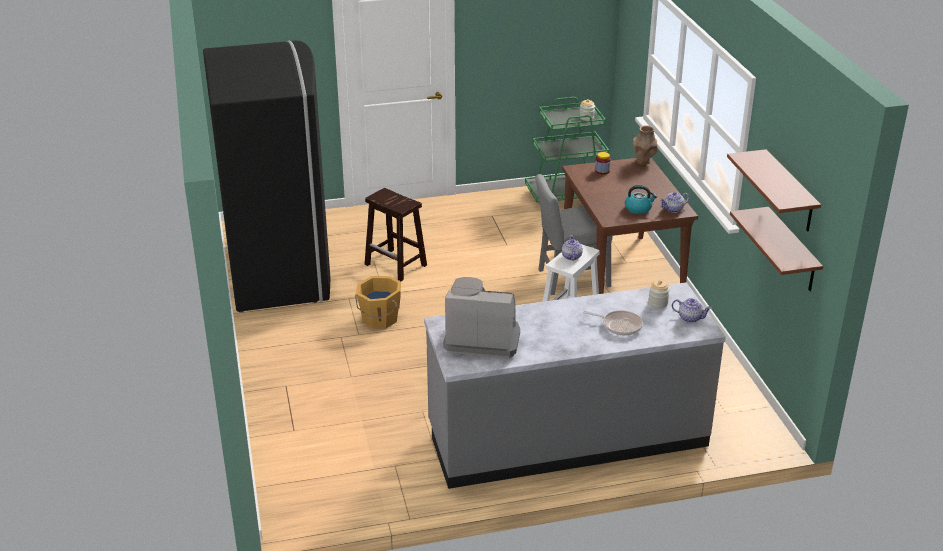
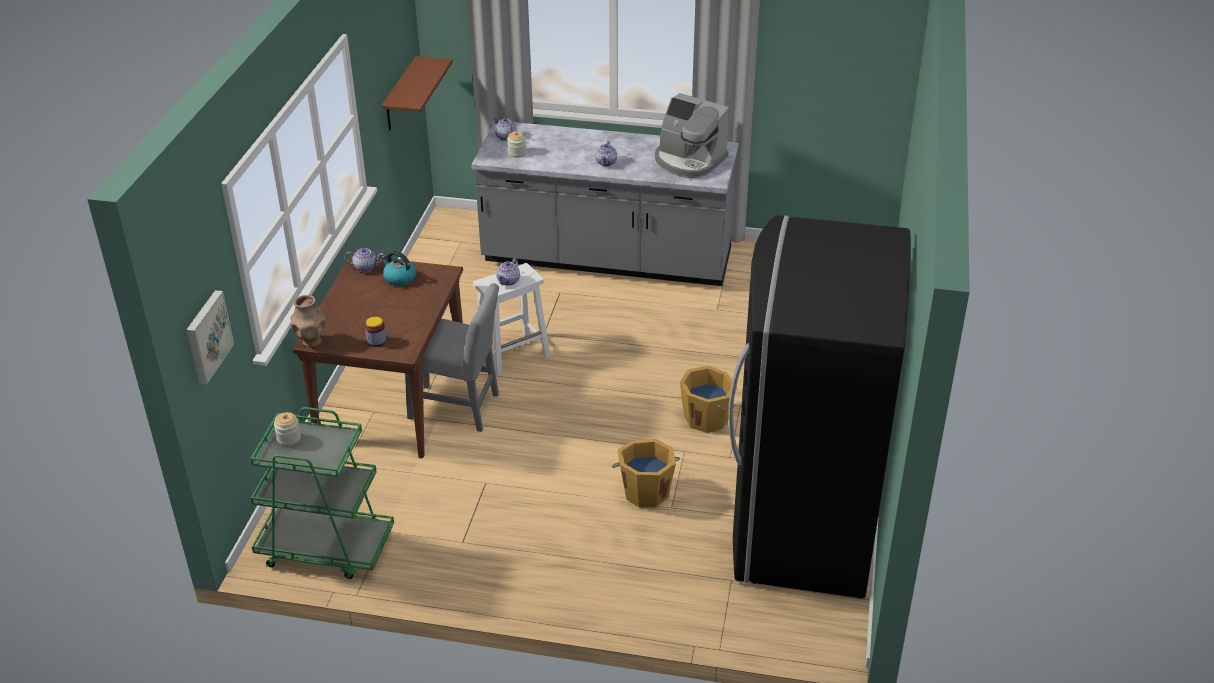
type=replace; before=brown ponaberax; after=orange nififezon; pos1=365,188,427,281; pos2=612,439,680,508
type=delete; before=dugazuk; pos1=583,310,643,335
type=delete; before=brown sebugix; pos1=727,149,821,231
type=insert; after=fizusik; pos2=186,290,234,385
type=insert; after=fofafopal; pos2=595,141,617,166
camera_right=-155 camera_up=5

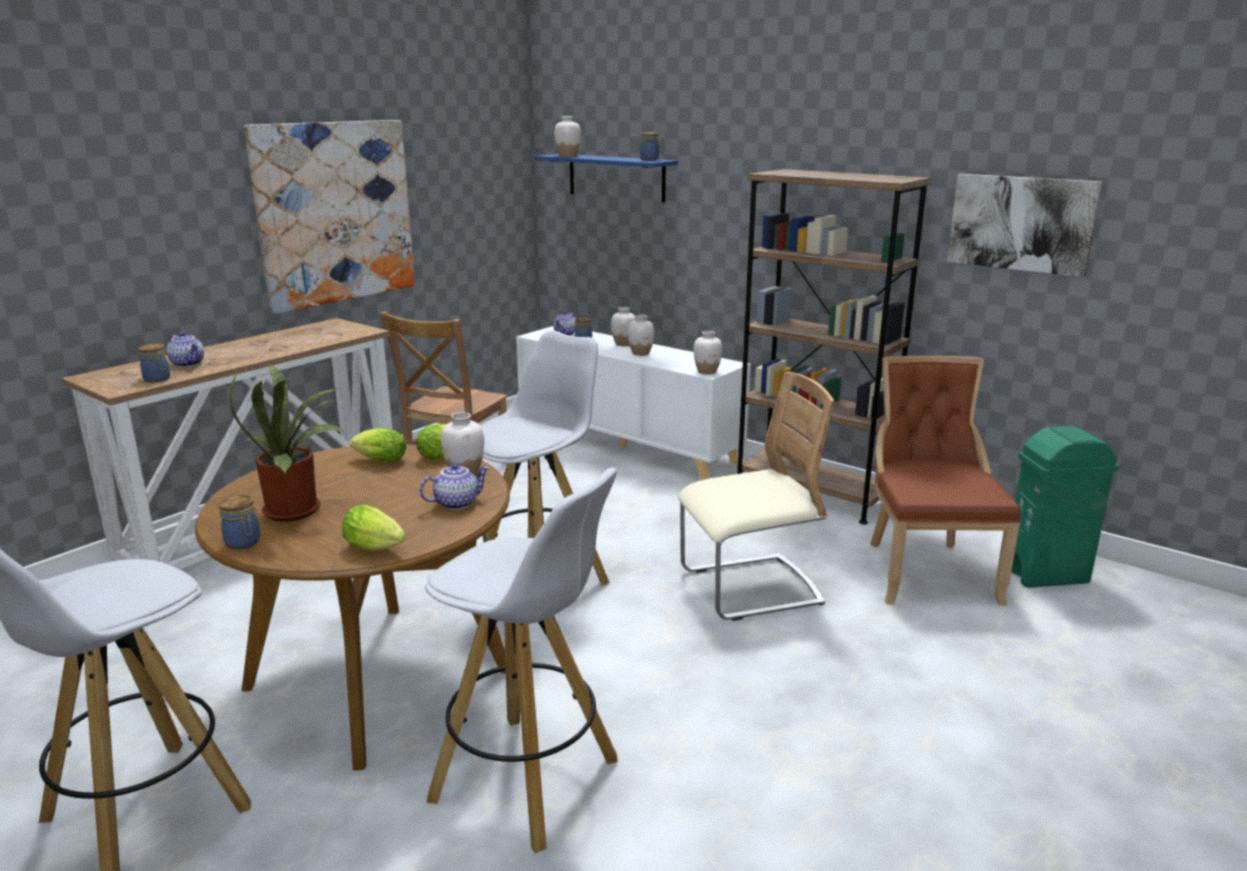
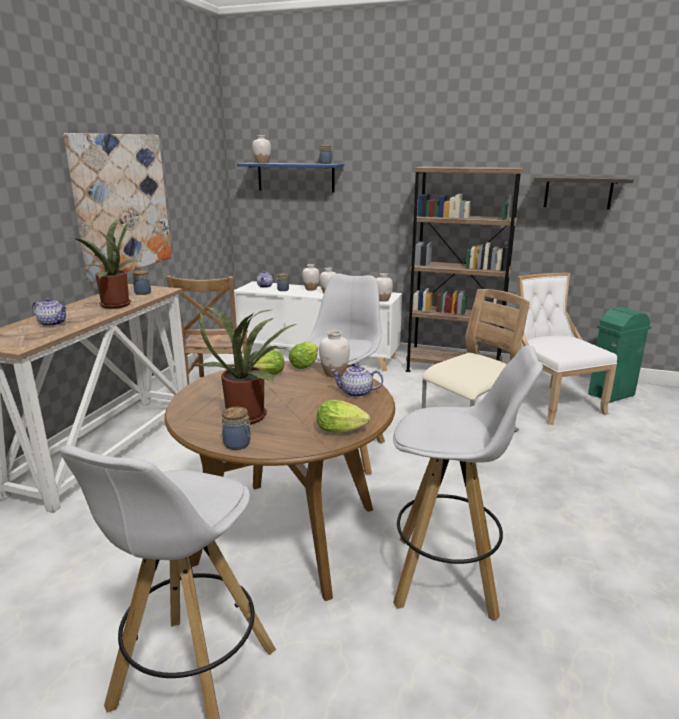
type=move; before=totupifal; pos1=138,344,170,382; pos2=132,271,152,295
type=rotate; before=fofafopal; pos1=419,463,490,510; pos2=330,364,383,398; turn=-120
type=recolor; before=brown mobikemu; after=white mobikemu; pos1=870,356,1021,606; pos2=517,273,617,425
type=replace; before=fizusik; after=sebugix; pos1=947,174,1103,277; pos2=535,176,634,209
type=insert; after=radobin; pos2=71,218,137,309
camera_right=-20 camera_up=0

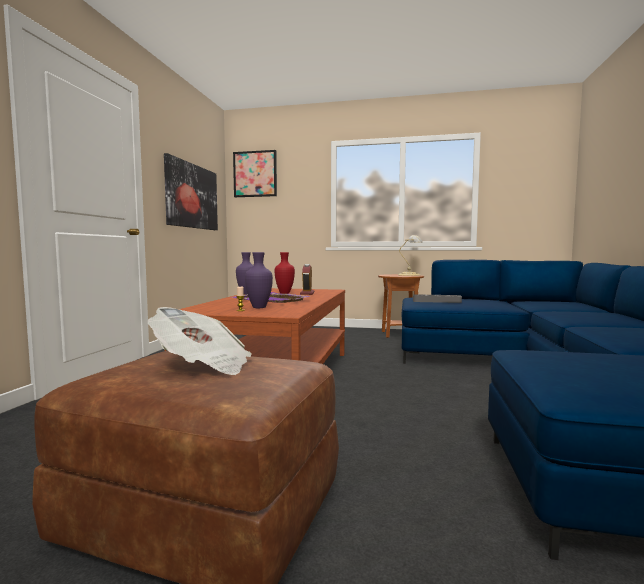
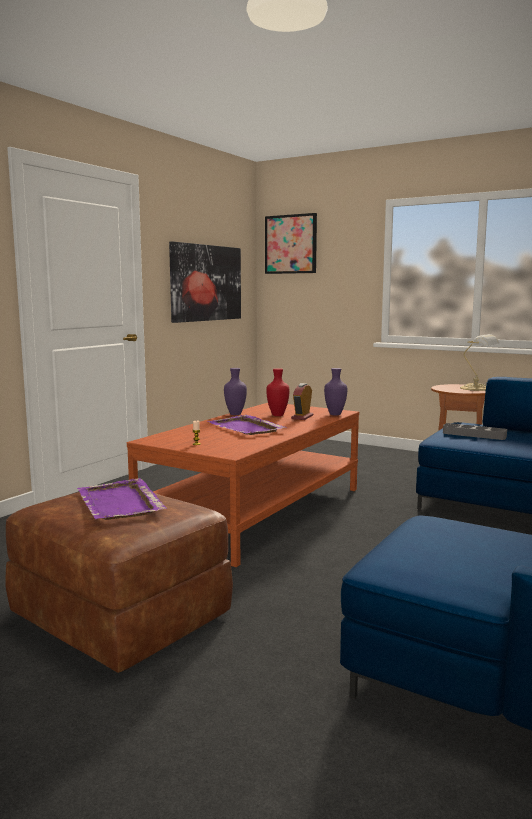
type=replace; before=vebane; after=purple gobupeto; pos1=148,307,251,375; pos2=77,478,167,520
type=move; before=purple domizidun; pos1=245,252,273,308; pos2=324,368,347,415
camera_right=20 camera_up=5

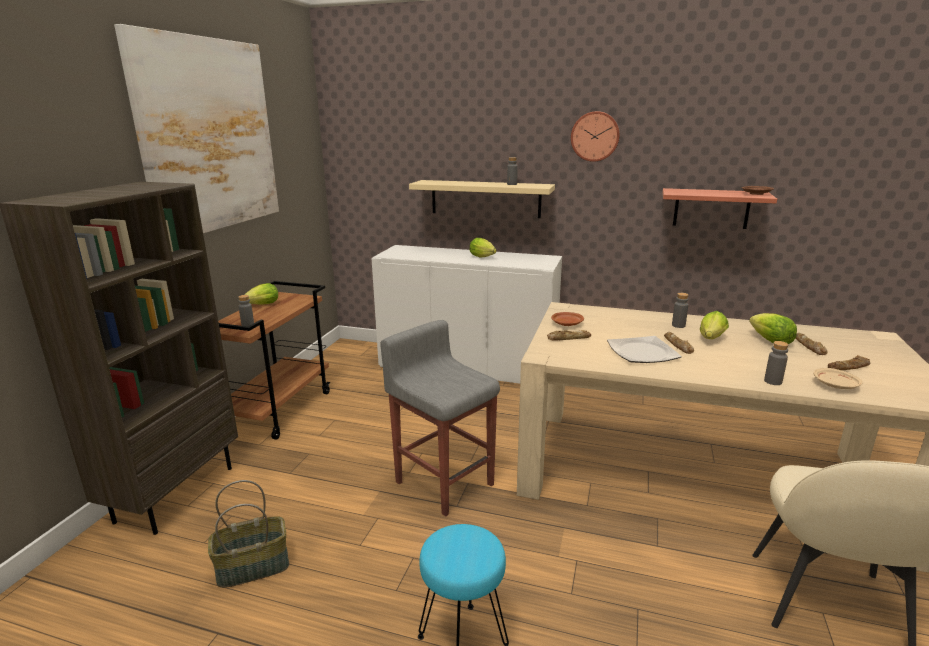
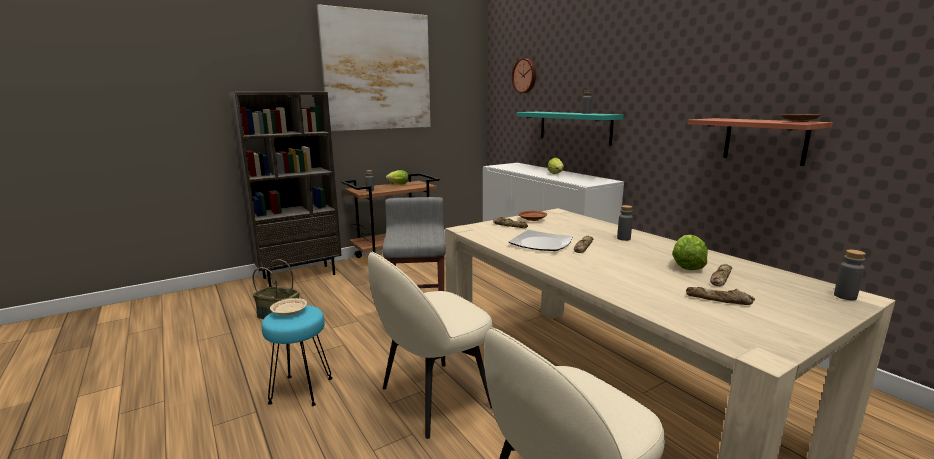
type=recolor; before=beige sebugix; after=turquoise sebugix; pos1=409,180,555,218; pos2=516,112,623,146
type=move; before=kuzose; pos1=571,111,620,162; pos2=512,58,536,93
type=delete; before=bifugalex; pos1=700,311,729,339
type=move; before=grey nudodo; pos1=764,341,789,385; pos2=834,250,866,300
type=move; before=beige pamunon; pos1=813,368,863,389; pos2=270,298,307,316
type=insert; after=beige mobikemu; pos2=368,251,493,439
camera_right=40 camera_up=-5

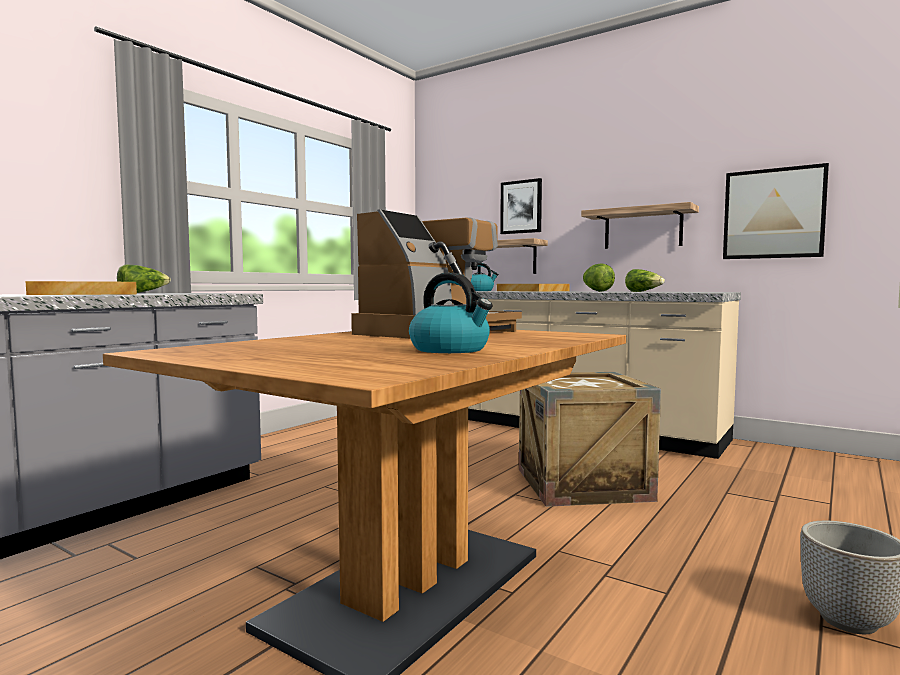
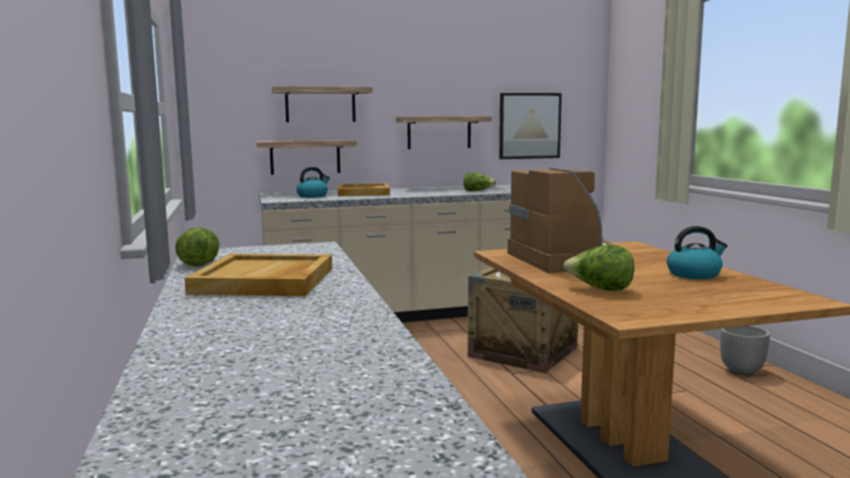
type=replace; before=fizusik; after=sebugix; pos1=500,178,542,234; pos2=272,86,373,122
type=move; before=bifugalex; pos1=583,264,615,292; pos2=564,244,635,291
camera_right=-50 camera_up=5

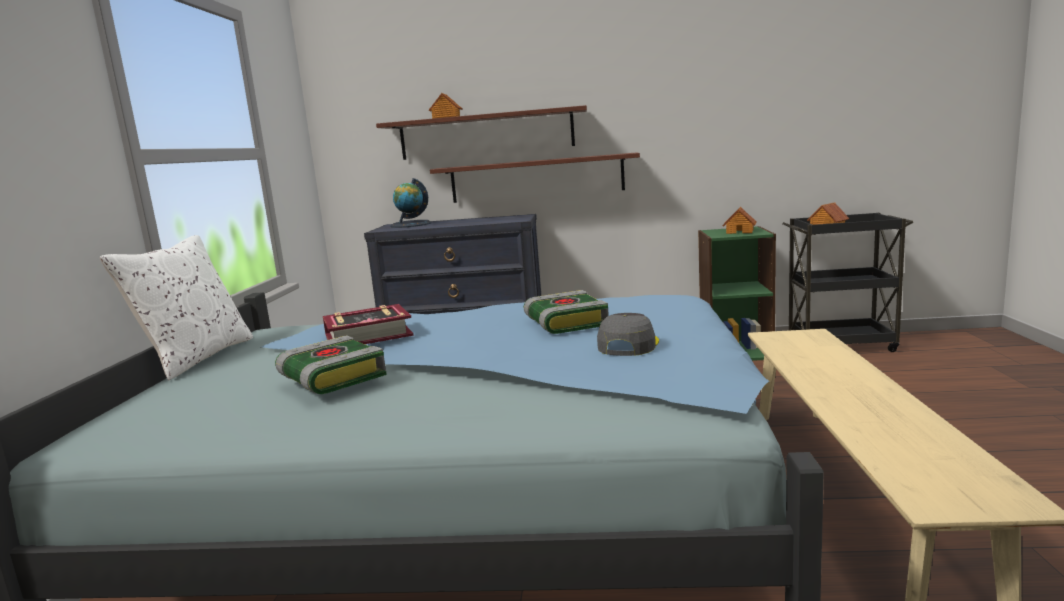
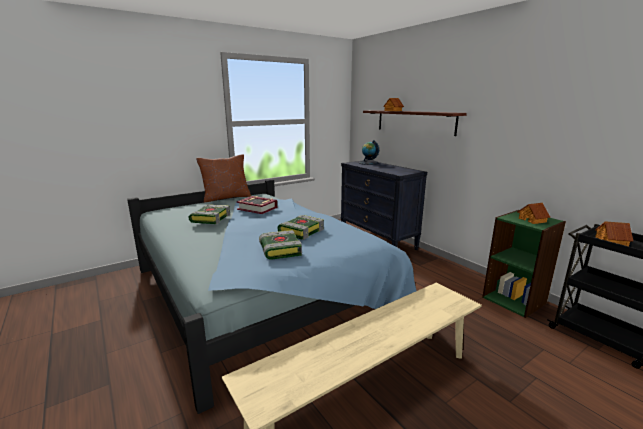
type=recolor; before=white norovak; after=brown norovak; pos1=100,235,253,381; pos2=196,155,251,203
type=delete; before=sebugix; pos1=430,152,640,203
type=replace; before=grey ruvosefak; after=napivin; pos1=597,313,659,356; pos2=259,230,302,260
camera_right=50 camera_up=5

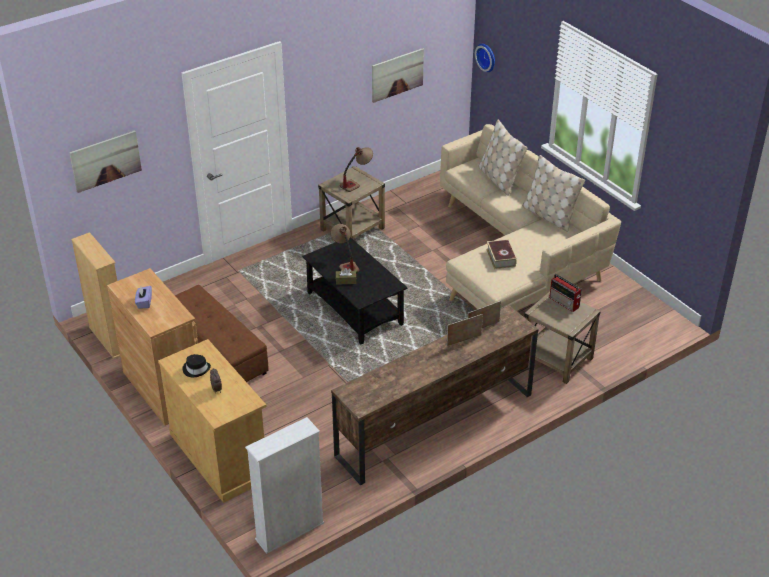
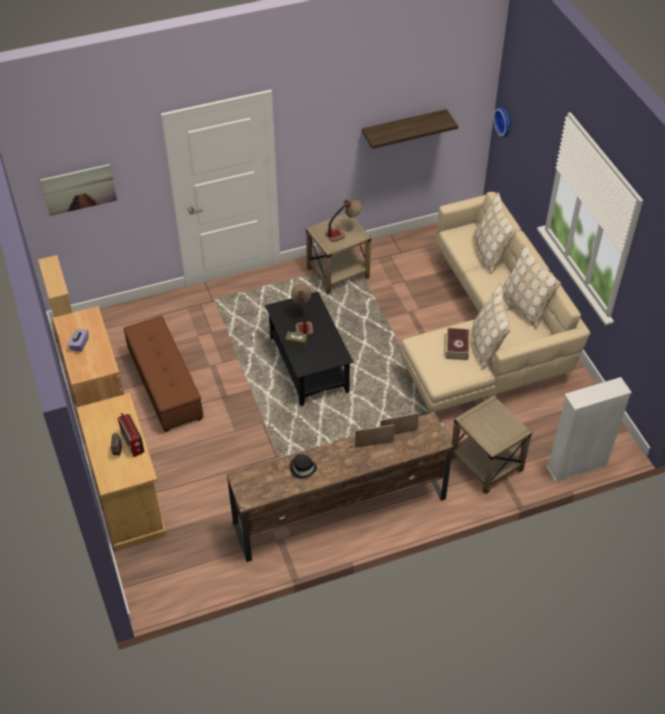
type=move; before=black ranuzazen; pos1=182,354,211,377; pos2=289,454,317,478
type=move; before=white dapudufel; pos1=245,417,324,554; pos2=546,377,632,482
type=replace; before=fizusik; after=sebugix; pos1=372,48,424,103; pos2=362,109,458,149
type=move; before=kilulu; pos1=549,274,582,312; pos2=118,413,145,457
type=insert; after=beige norovak; pos2=473,283,511,369
camera_right=15 camera_up=10

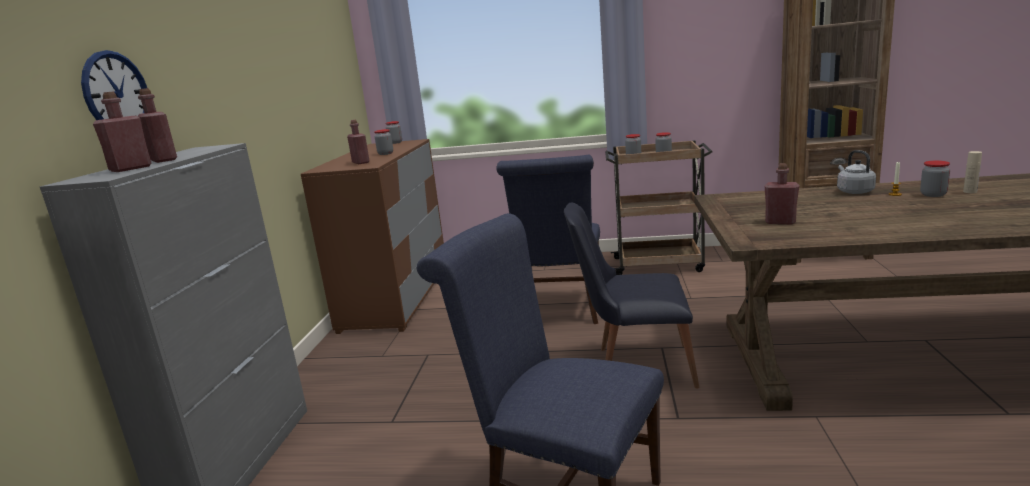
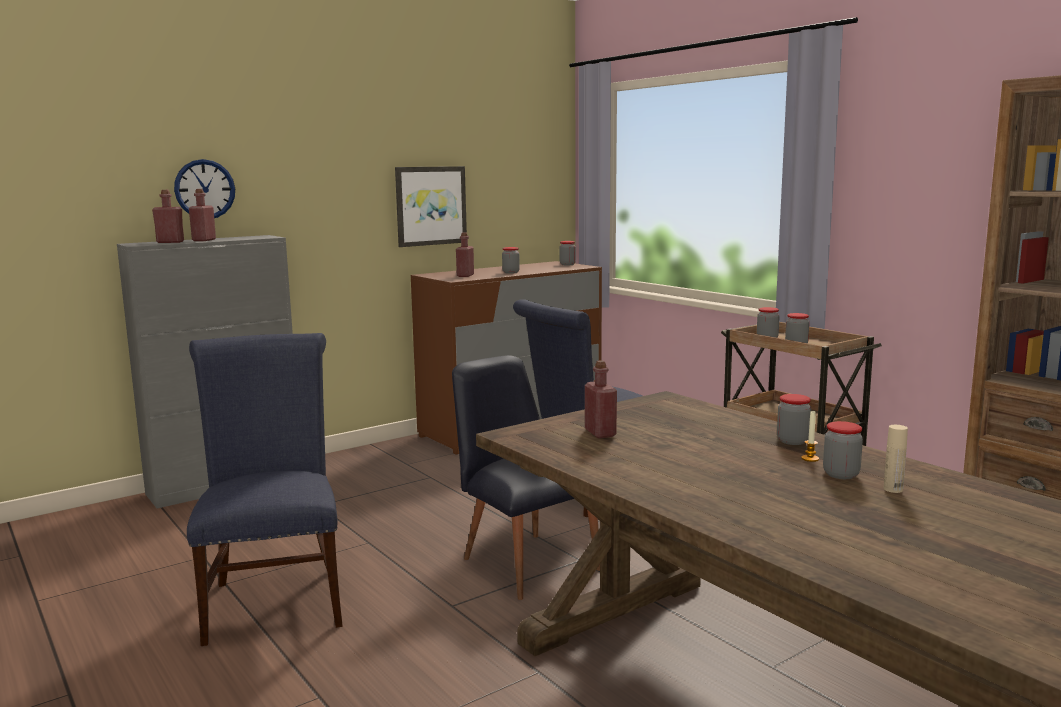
type=replace; before=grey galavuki; after=totupifal; pos1=837,150,876,194; pos2=777,394,811,445
type=insert; after=fizusik; pos2=395,166,467,247
camera_right=45 camera_up=-5

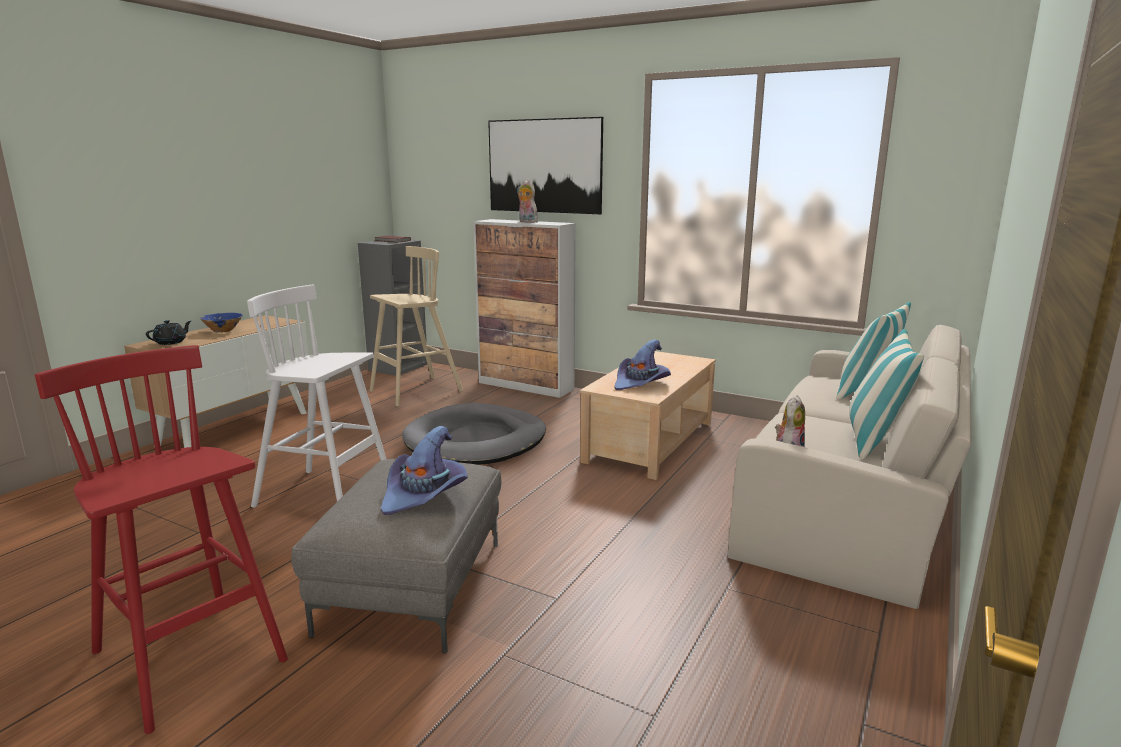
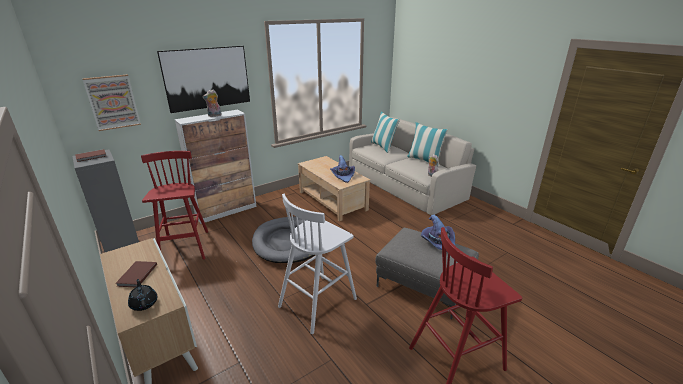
type=replace; before=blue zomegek; after=brown napivin; pos1=200,313,243,333; pos2=116,261,157,287
type=recolor; before=beige ponaberax; after=red ponaberax; pos1=370,246,463,406; pos2=141,151,208,260
type=insert; after=fizusik; pos2=82,74,141,131
camera_right=-65 camera_up=10

